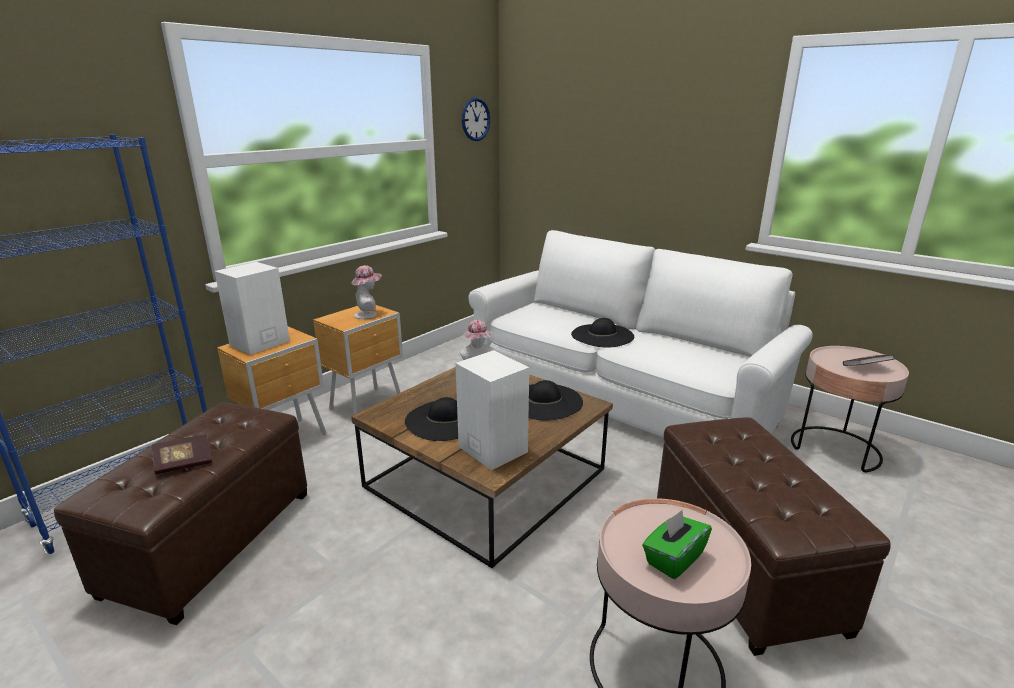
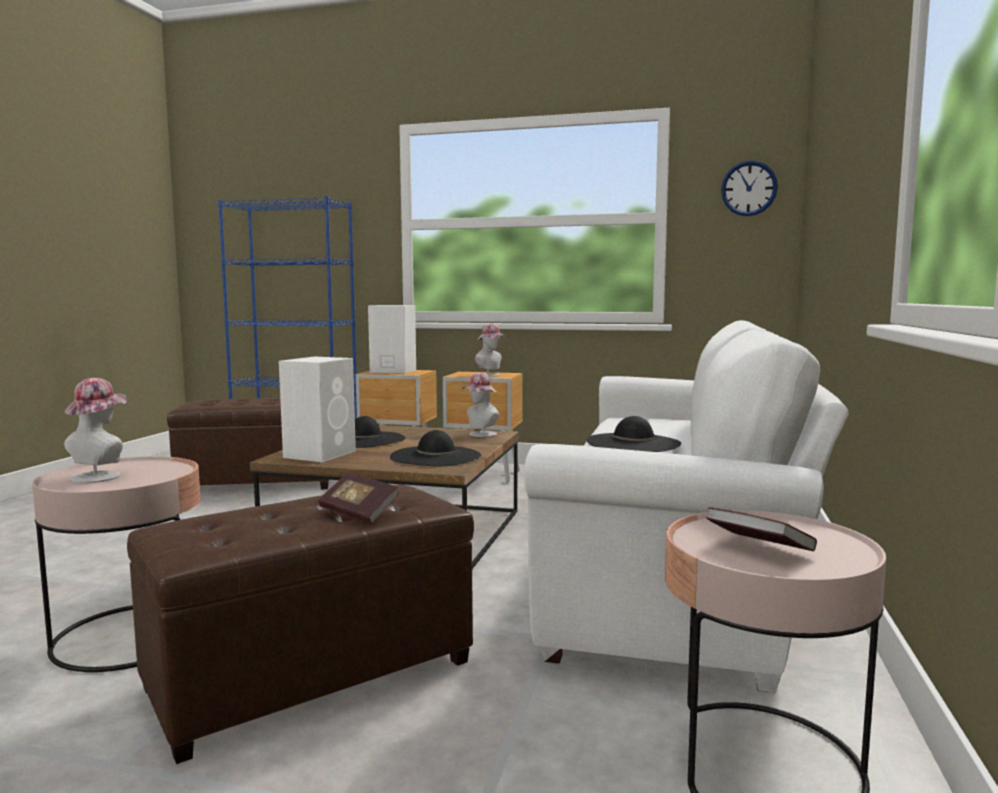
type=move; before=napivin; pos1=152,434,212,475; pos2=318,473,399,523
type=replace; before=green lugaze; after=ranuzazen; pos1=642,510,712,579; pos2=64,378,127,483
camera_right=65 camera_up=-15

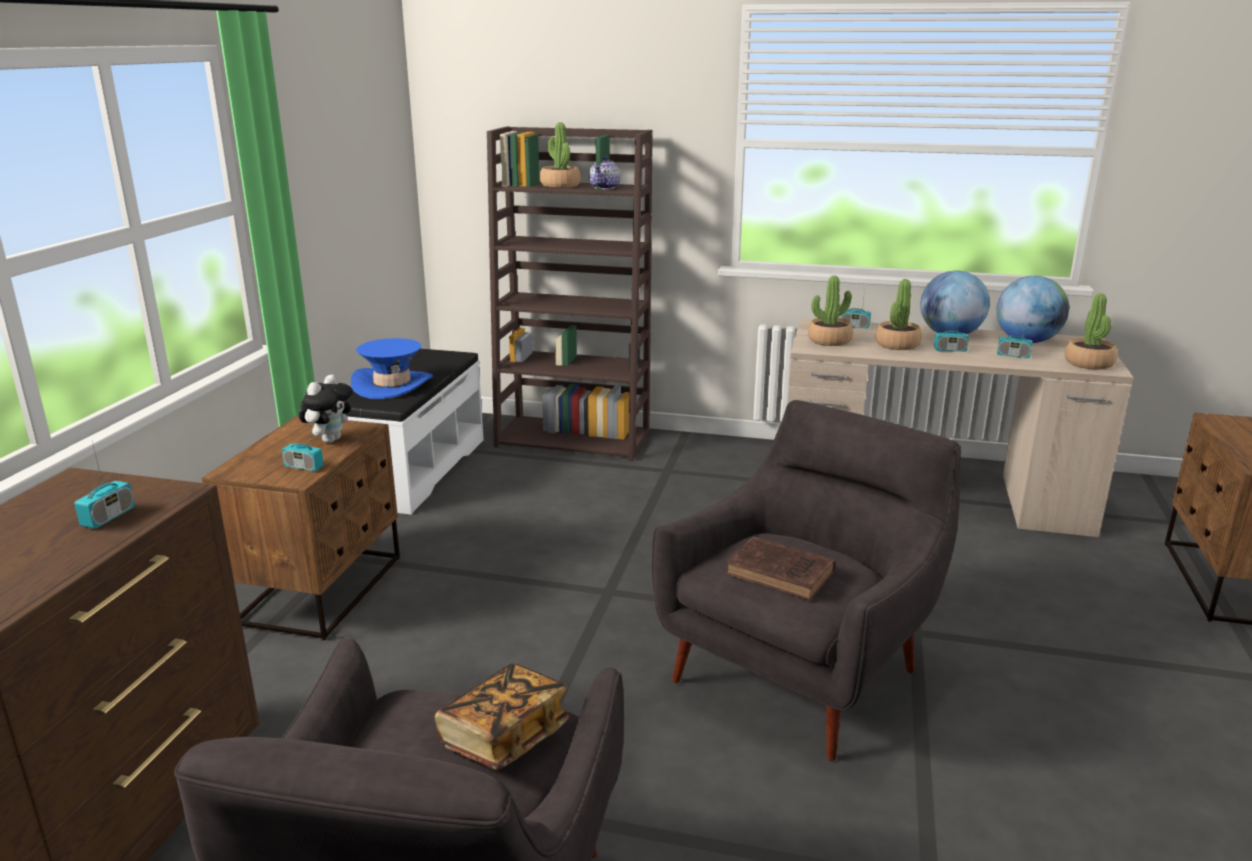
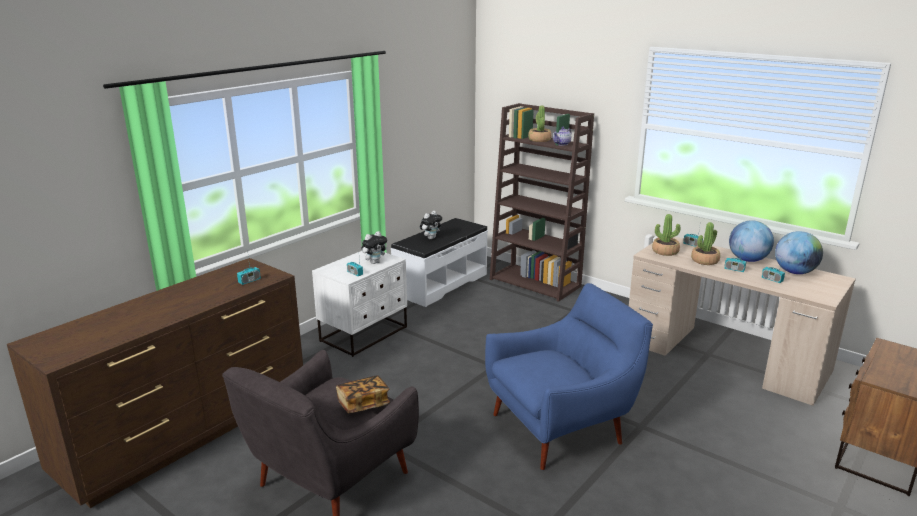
type=recolor; before=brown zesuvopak; after=white zesuvopak; pos1=202,415,400,640; pos2=312,251,407,357
type=replace; before=blue ranuzazen; after=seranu; pos1=351,338,433,399; pos2=420,211,442,239
type=recolor; before=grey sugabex; after=blue sugabex; pos1=652,400,961,761; pos2=485,283,653,470
type=delete; before=brown napivin; pos1=726,536,836,601
type=delete; before=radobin; pos1=1065,293,1118,370
camera_right=25 camera_up=0

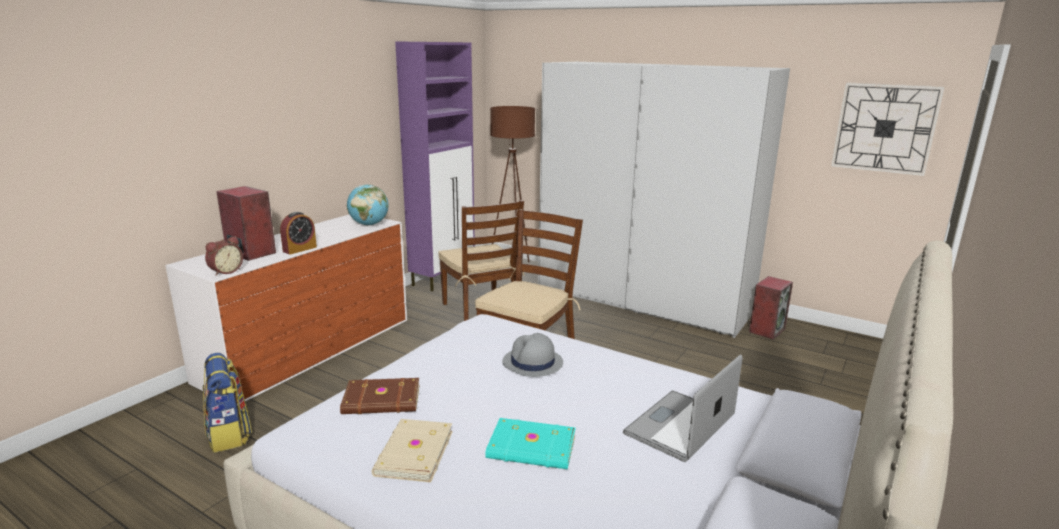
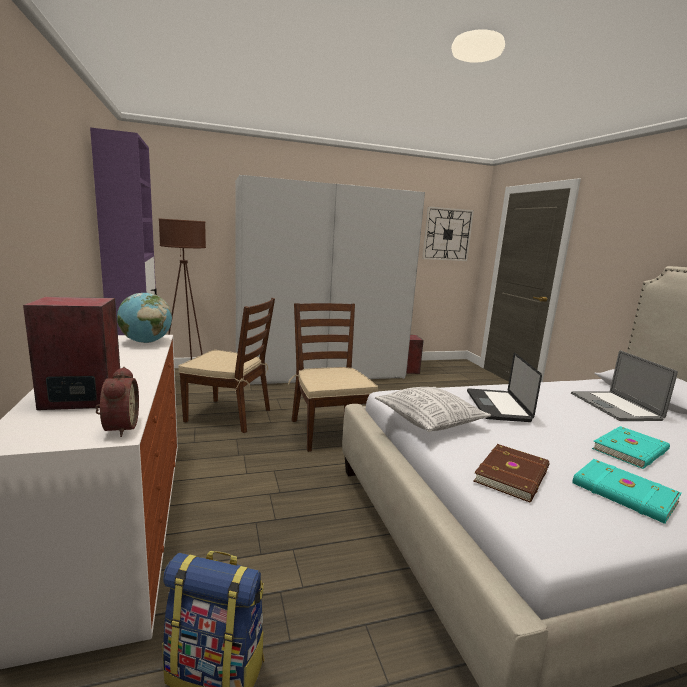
type=delete; before=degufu; pos1=280,212,317,254
type=recolor; before=beige napivin; after=turquoise napivin; pos1=372,419,452,482; pos2=572,459,682,524
type=replace; before=grey ranuzazen; after=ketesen; pos1=502,333,563,377; pos2=467,353,542,422
type=insert; after=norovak; pos2=375,387,491,432
camera_right=-50 camera_up=-5

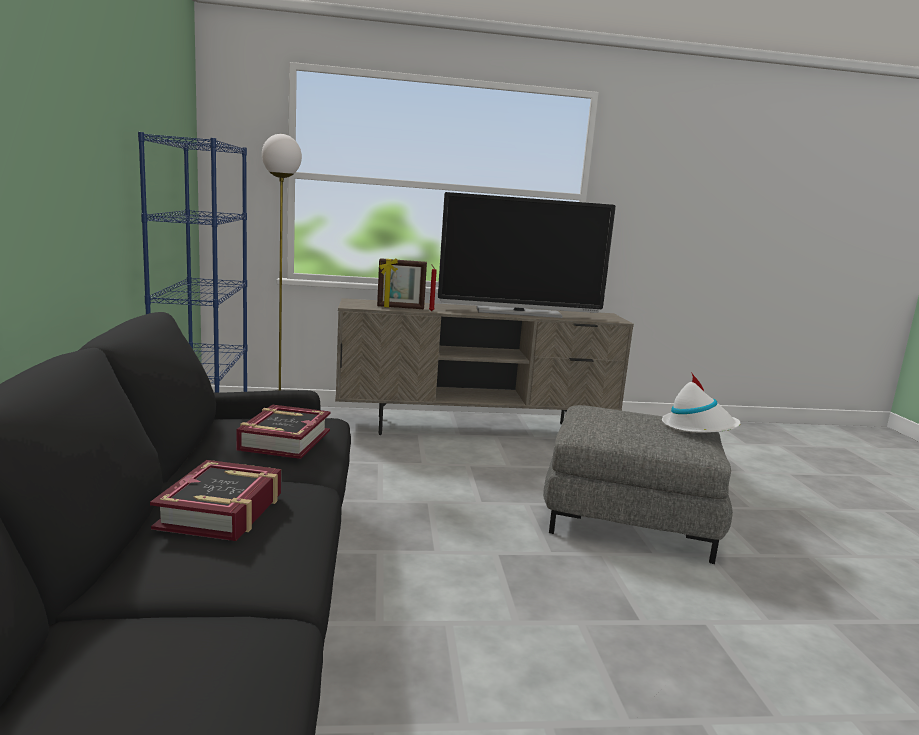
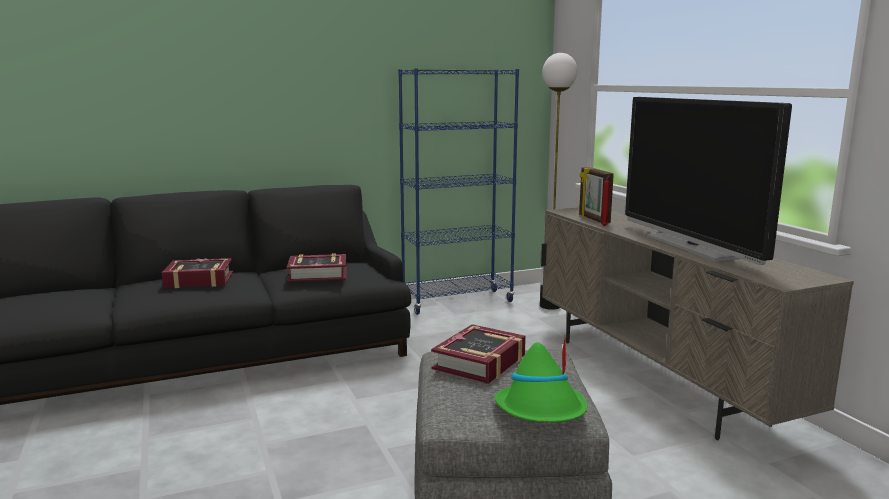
type=recolor; before=white ranuzazen; after=green ranuzazen; pos1=662,372,741,433; pos2=495,337,588,422
type=insert; after=napivin; pos2=431,324,526,384
camera_right=75 camera_up=0

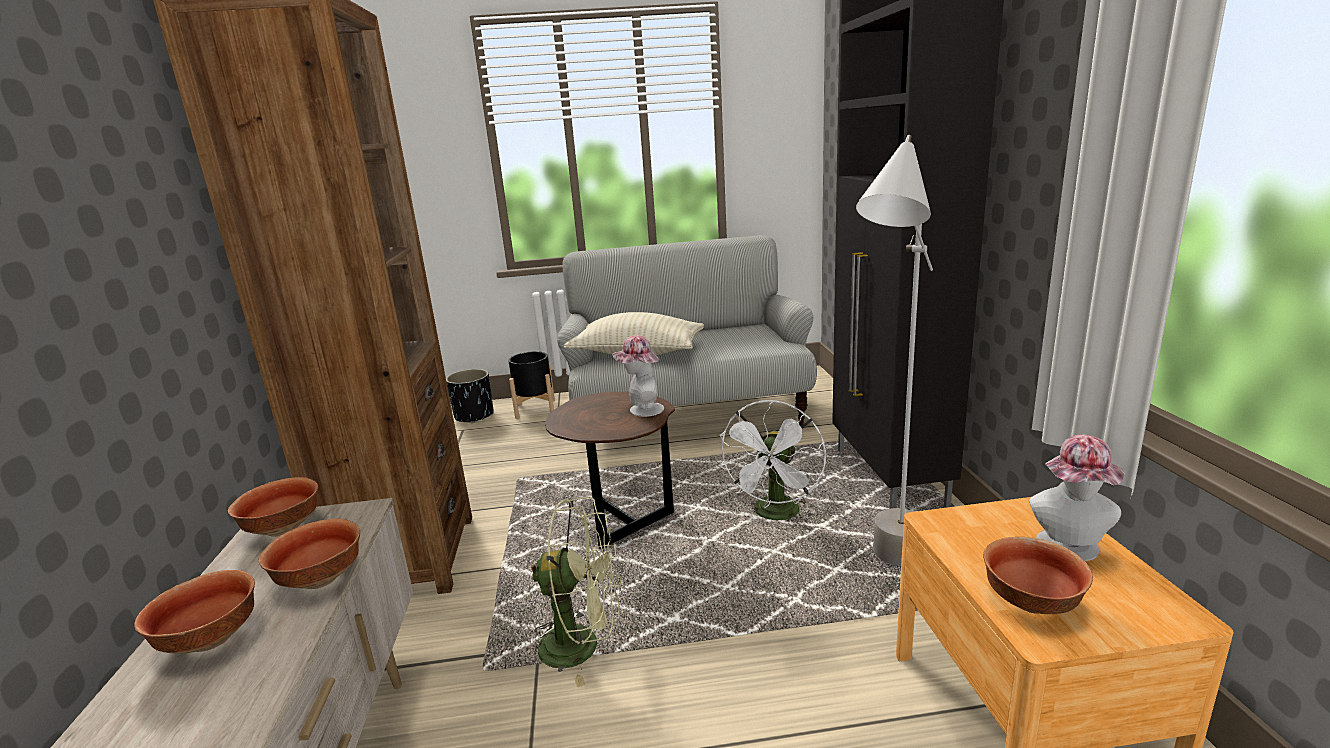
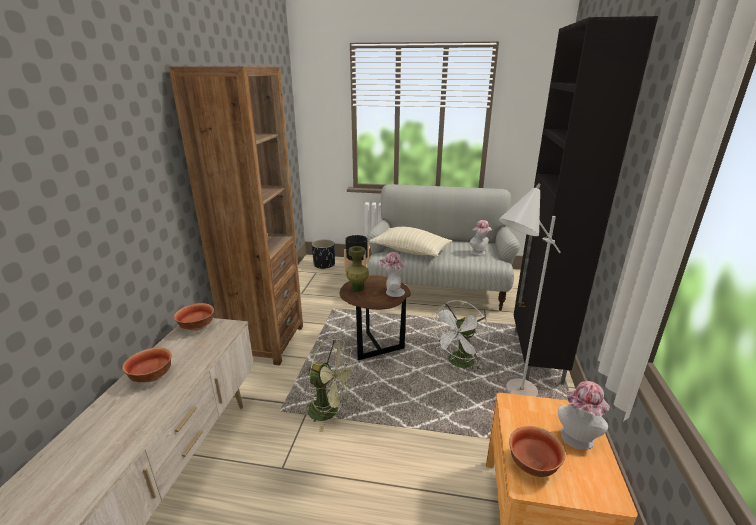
type=delete; before=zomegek; pos1=259,519,360,589
type=insert; after=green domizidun; pos2=346,246,369,291
type=insert; after=ranuzazen; pos2=469,220,492,256
camera_right=15 camera_up=5

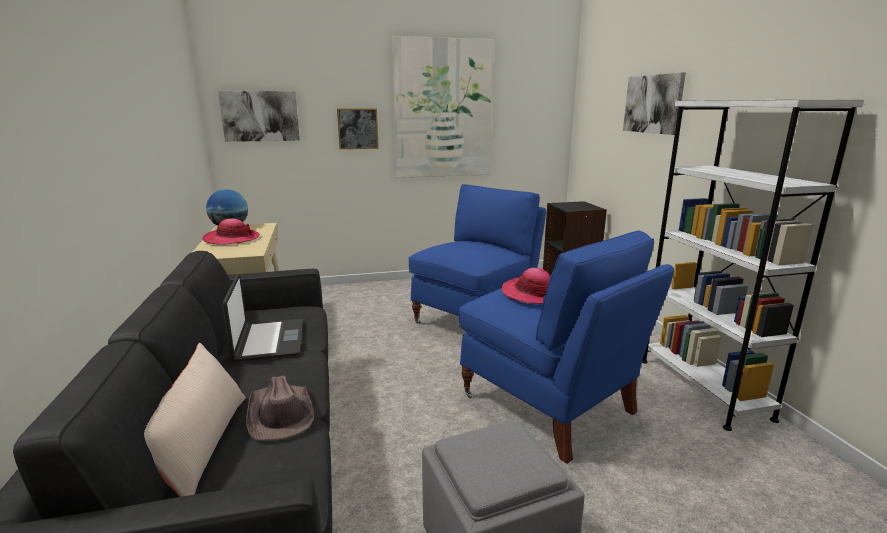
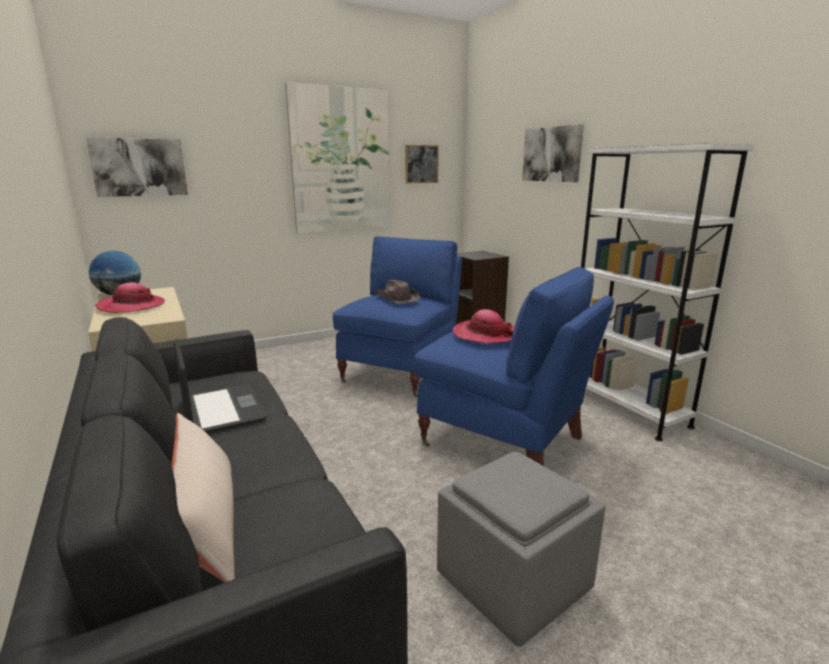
type=move; before=brown ranuzazen; pos1=246,375,314,441; pos2=375,280,420,303
type=move; before=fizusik; pos1=337,109,379,149; pos2=405,145,439,183
camera_right=-15 camera_up=0

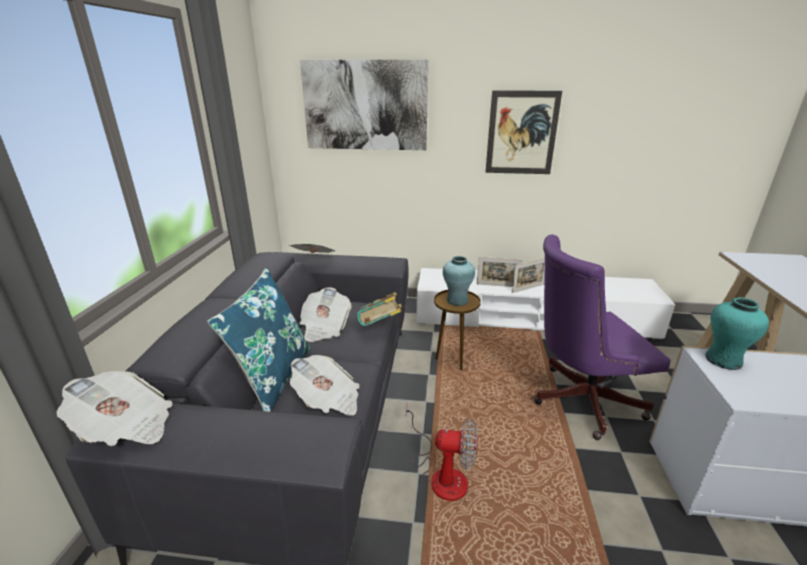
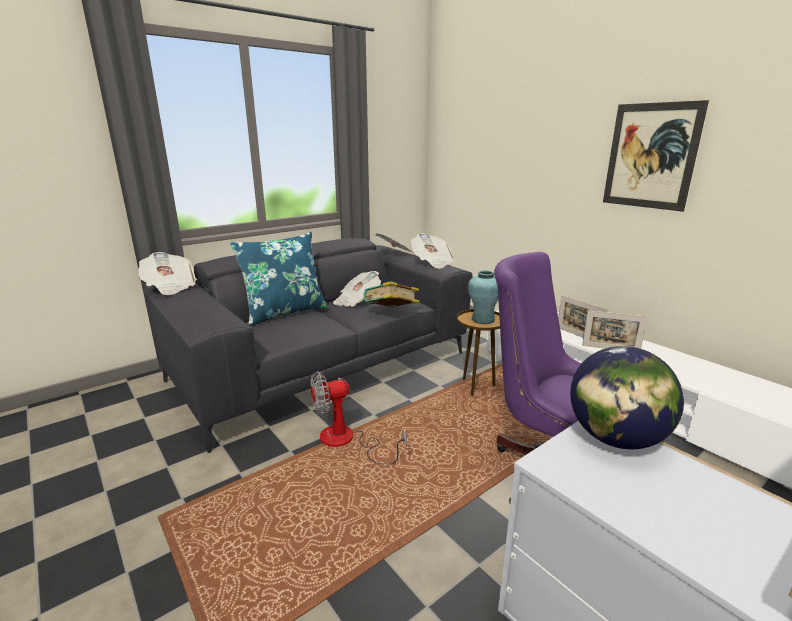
type=move; before=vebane; pos1=290,355,360,416; pos2=411,233,455,269
type=delete; before=fizusik; pos1=300,60,428,150
type=rotate; before=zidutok; pos1=405,404,478,501; pos2=311,371,407,465; turn=105
type=replace; before=turquoise domizidun; after=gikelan; pos1=705,297,769,370; pos2=570,346,684,449
camera_right=45 camera_up=-5

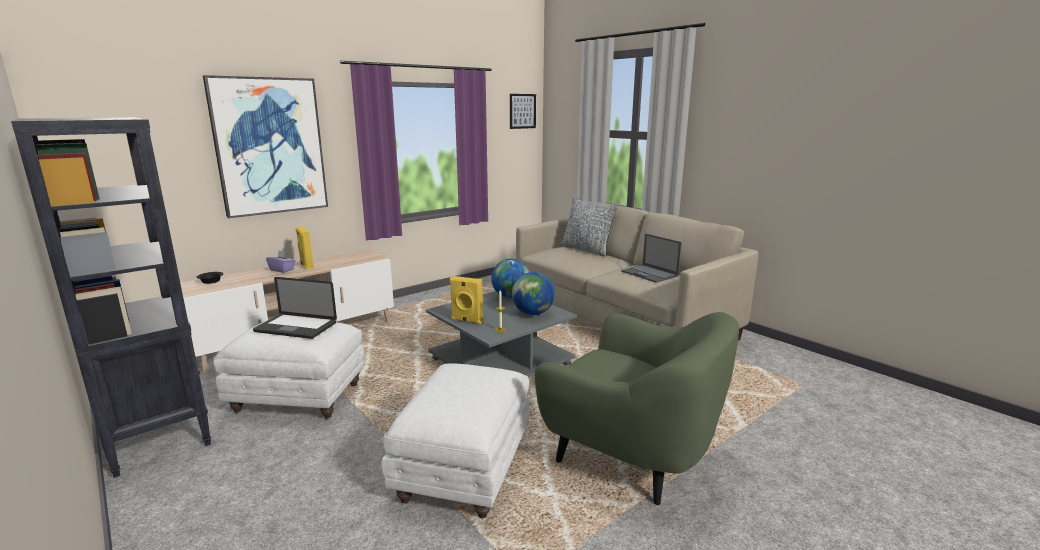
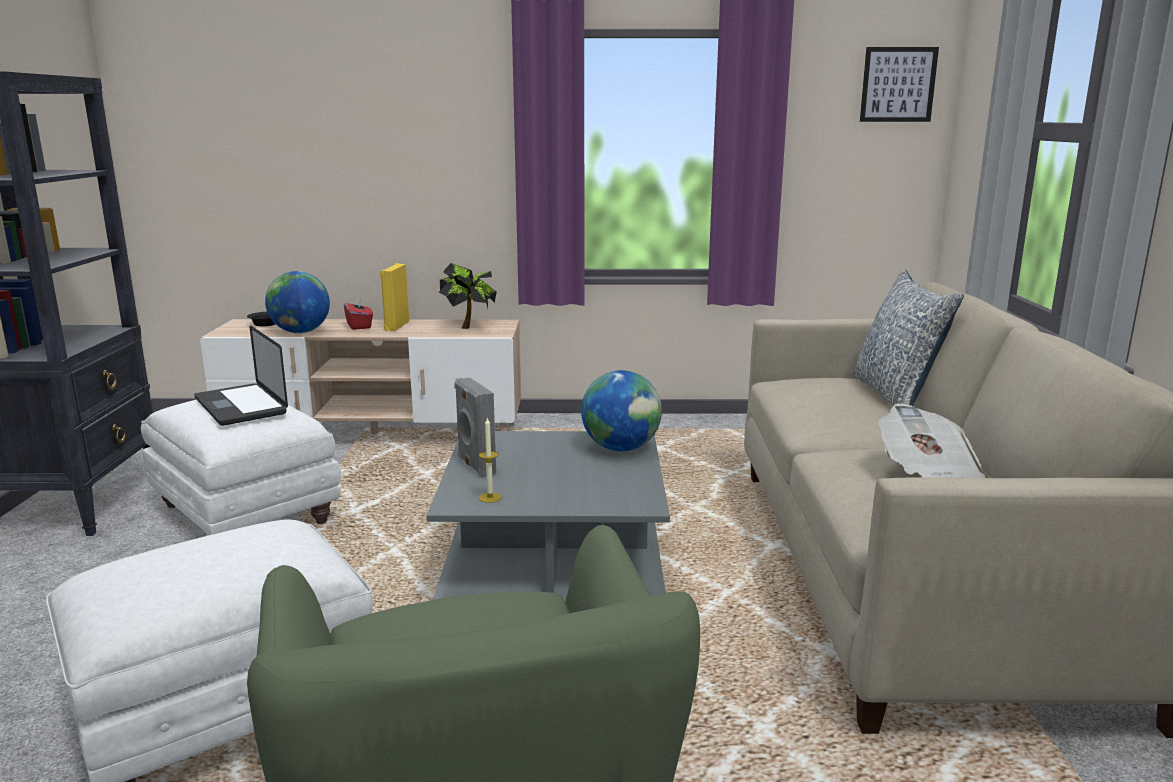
type=delete; before=fizusik; pos1=203,75,328,218
type=recolor; before=purple lugaze; after=red lugaze; pos1=266,251,295,273; pos2=344,296,373,330
type=recolor; before=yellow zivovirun; after=grey zivovirun; pos1=450,276,483,324; pos2=454,377,496,478
type=move; before=gikelan; pos1=512,272,555,315; pos2=265,271,330,333
type=replace; before=ketesen; after=vebane; pos1=621,233,682,283; pos2=878,403,986,478
type=insert; after=radobin; pos2=438,263,497,329
camera_right=40 camera_up=0

